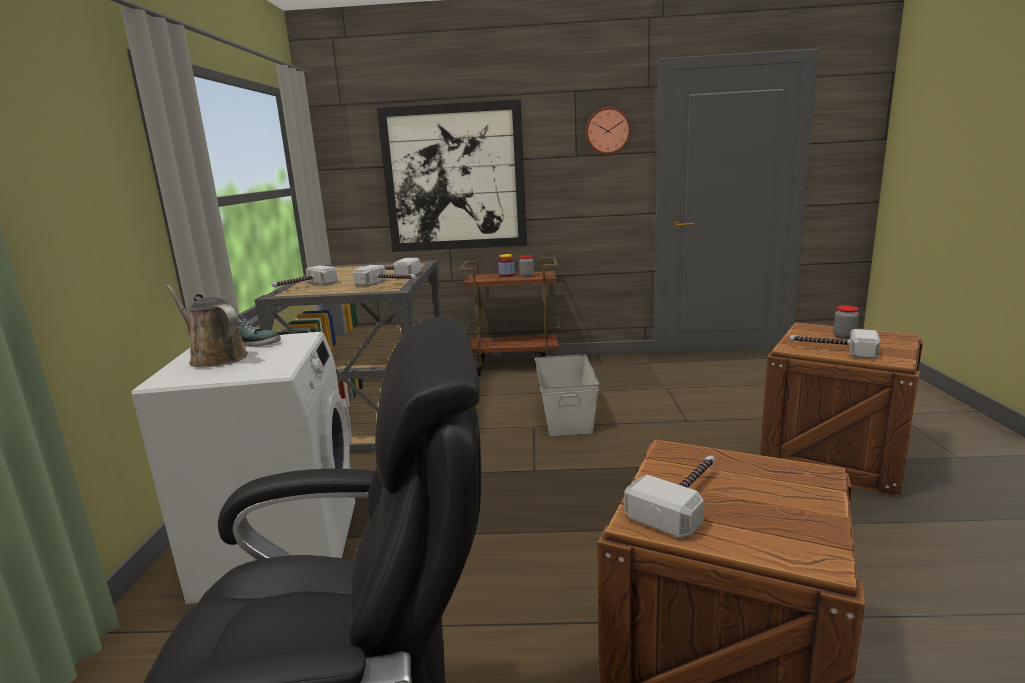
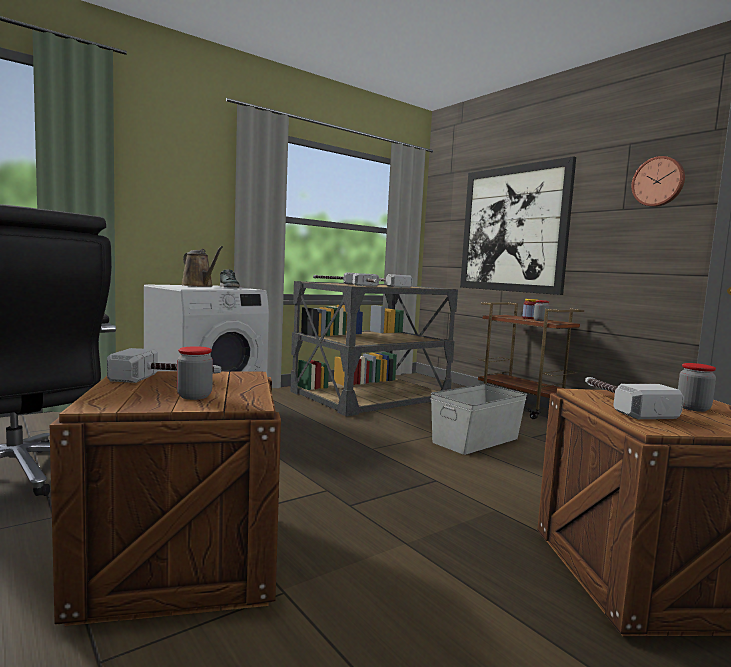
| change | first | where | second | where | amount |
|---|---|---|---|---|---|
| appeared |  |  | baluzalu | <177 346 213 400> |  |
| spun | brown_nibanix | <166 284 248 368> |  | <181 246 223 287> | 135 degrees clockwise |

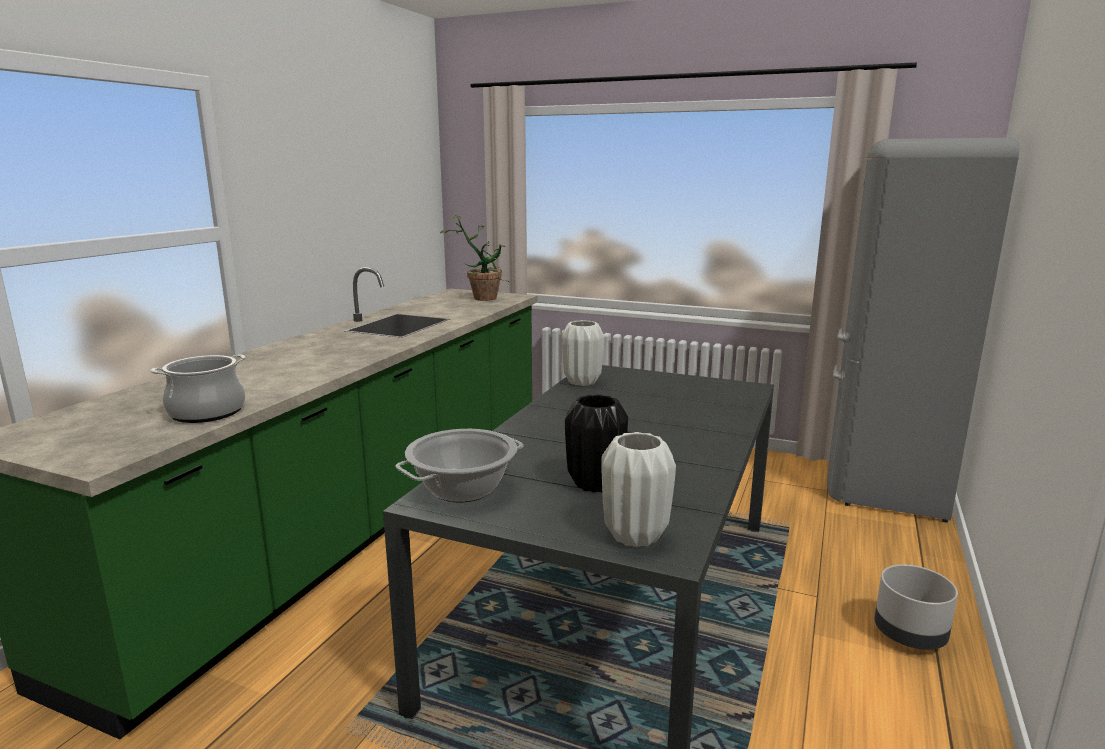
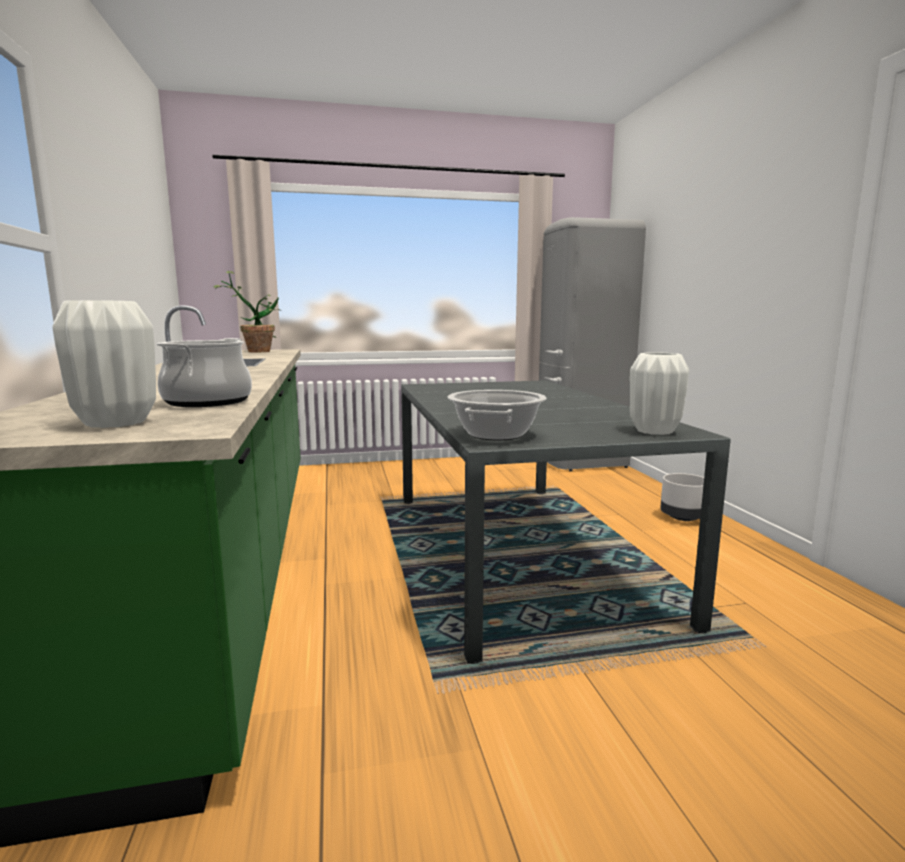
| change | first | where | second | where | amount |
|---|---|---|---|---|---|
| missing | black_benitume | <565 394 628 493> |  |  |  |
| relocated | white_benitume | <562 320 604 386> |  | <52 300 156 428> |  |

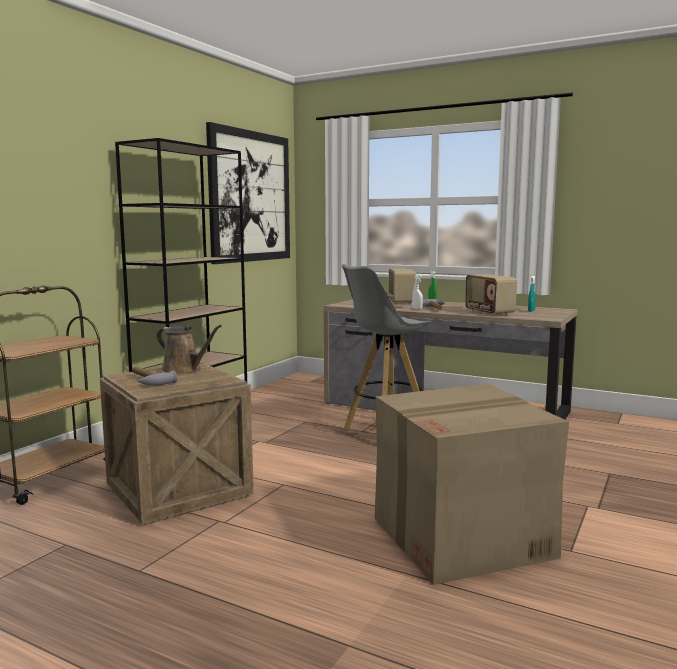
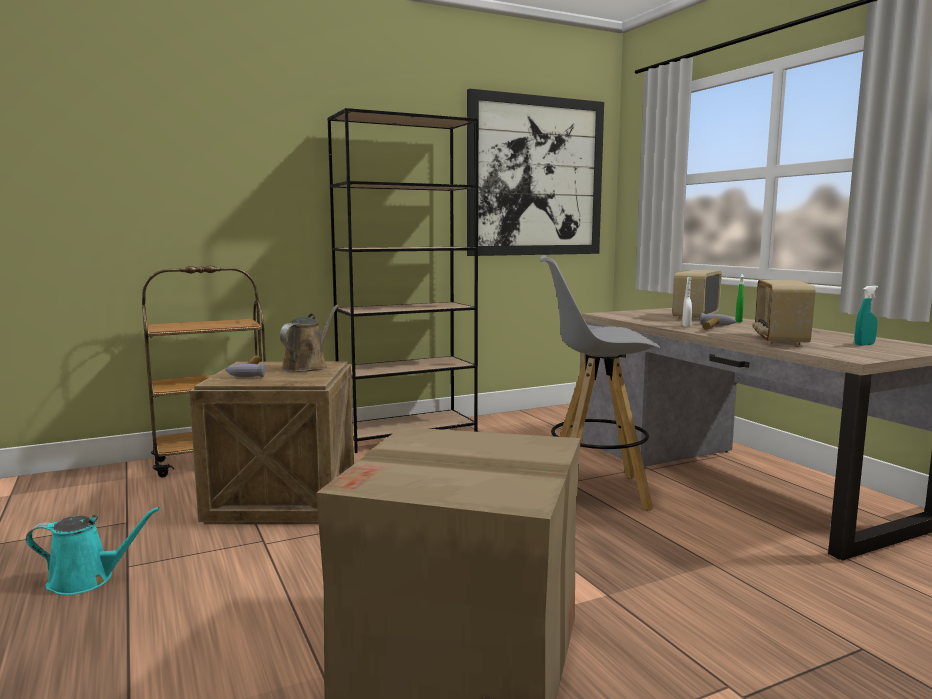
| change | first | where | second | where | amount |
|---|---|---|---|---|---|
| appeared |  |  | turquoise_nibanix | <26 507 160 595> |  |
| spun | brown_nibanix | <156 325 222 374> |  | <280 305 339 372> | 135 degrees counterclockwise |

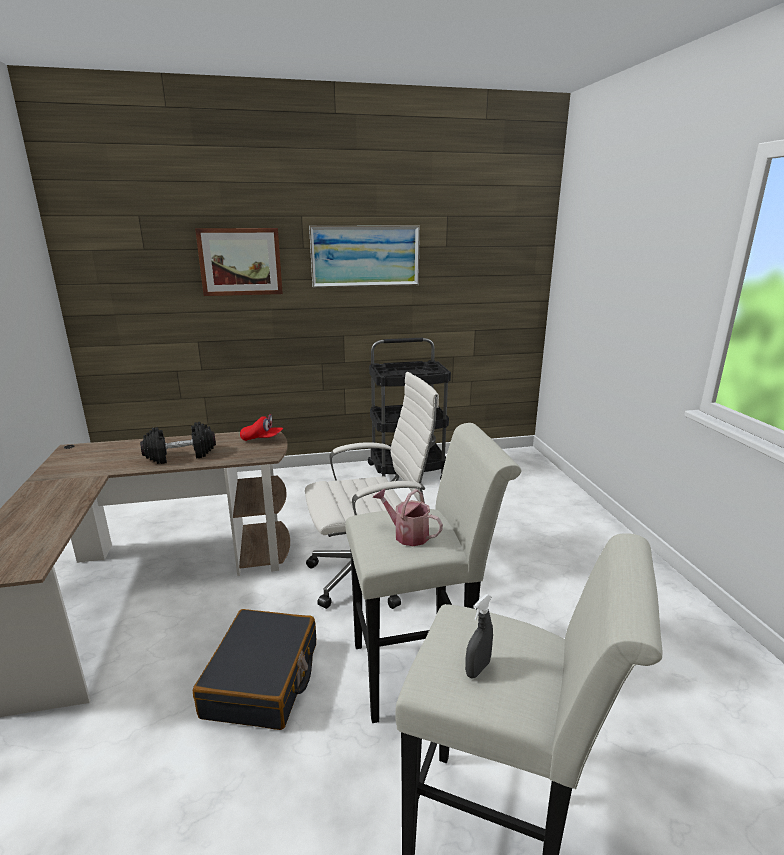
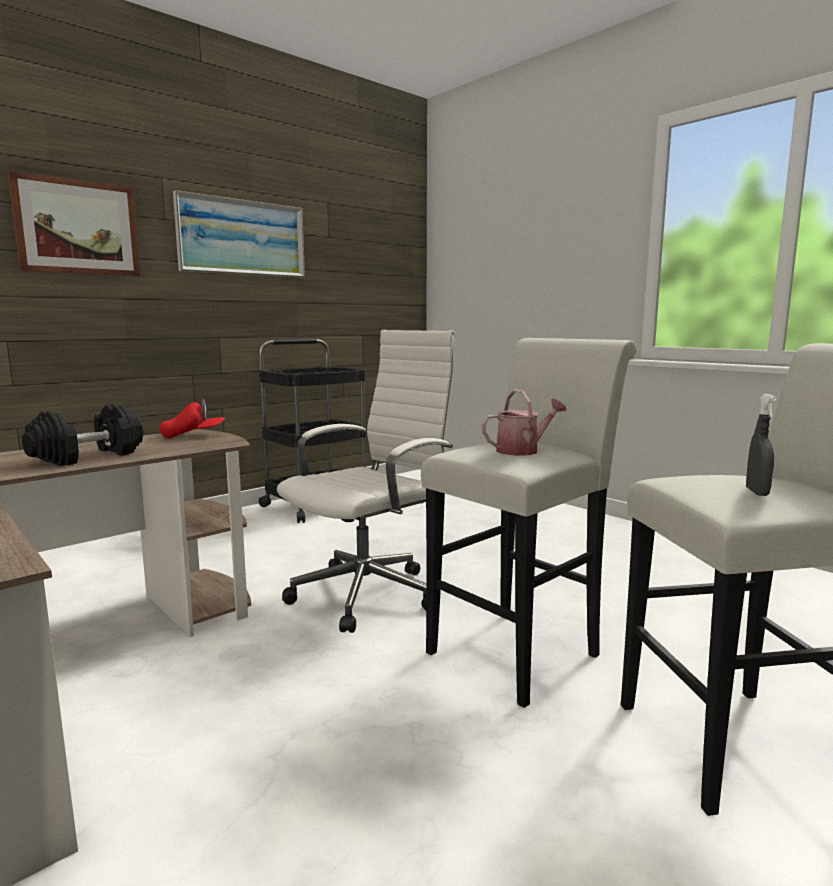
| change | first | where | second | where | amount |
|---|---|---|---|---|---|
| missing | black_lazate | <193 609 316 730> |  |  |  |
| spun | nibanix | <372 489 443 546> |  | <482 390 567 456> | 150 degrees clockwise |

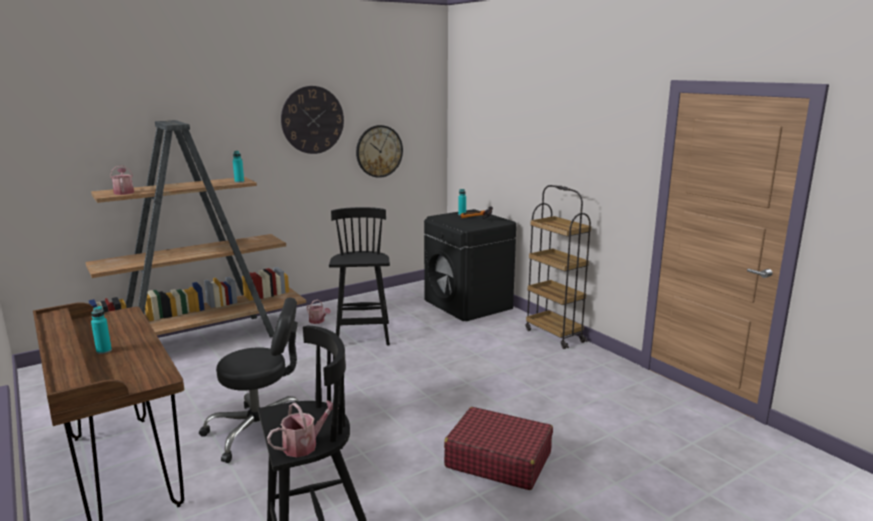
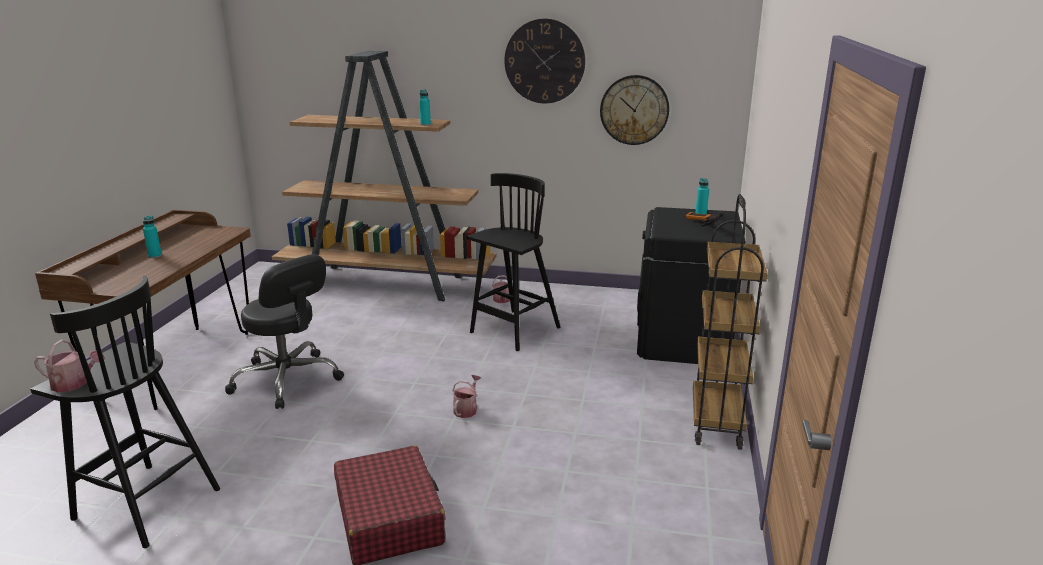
| change | first | where | second | where | amount |
|---|---|---|---|---|---|
| relocated | nibanix | <110 166 134 195> |  | <452 375 481 418> |  |

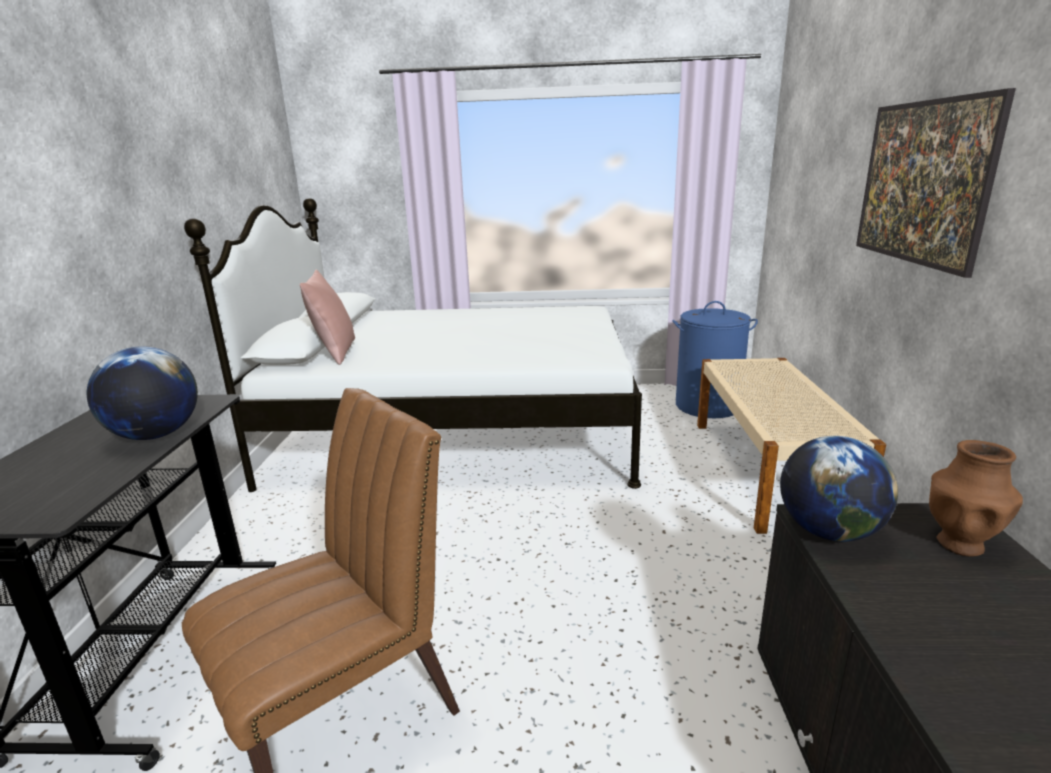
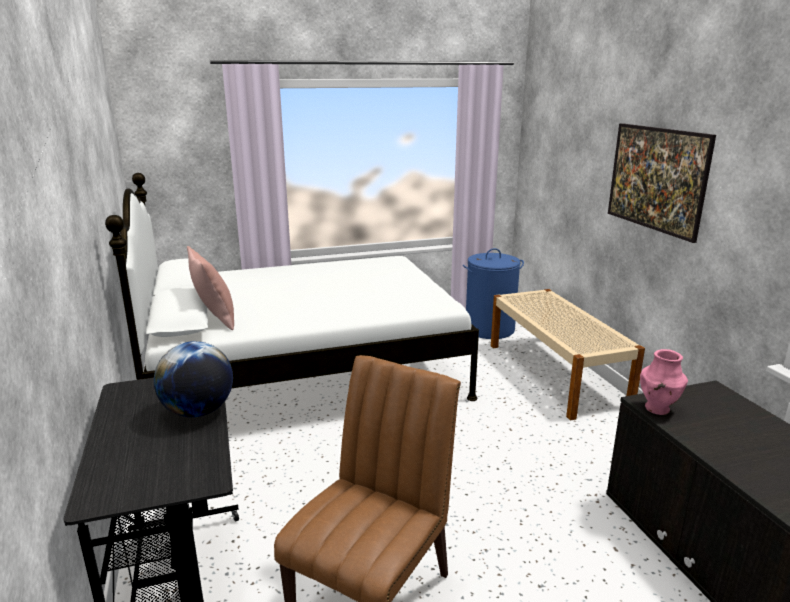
| change | first | where | second | where | amount |
|---|---|---|---|---|---|
| missing | brown_benitume | <929 440 1023 557> |  |  |  |
| exchanged | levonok | <780 436 898 542> | pink_benitume | <640 349 688 415> |  |

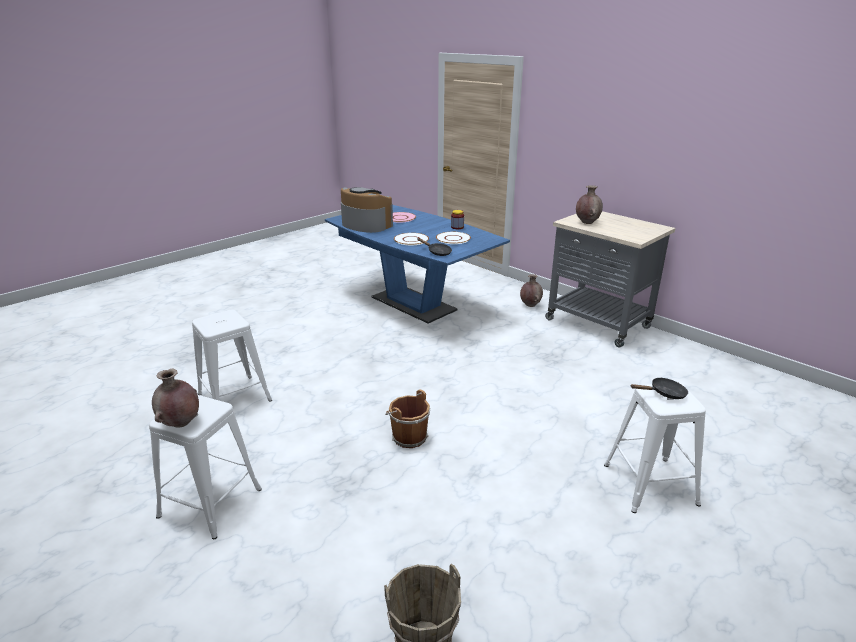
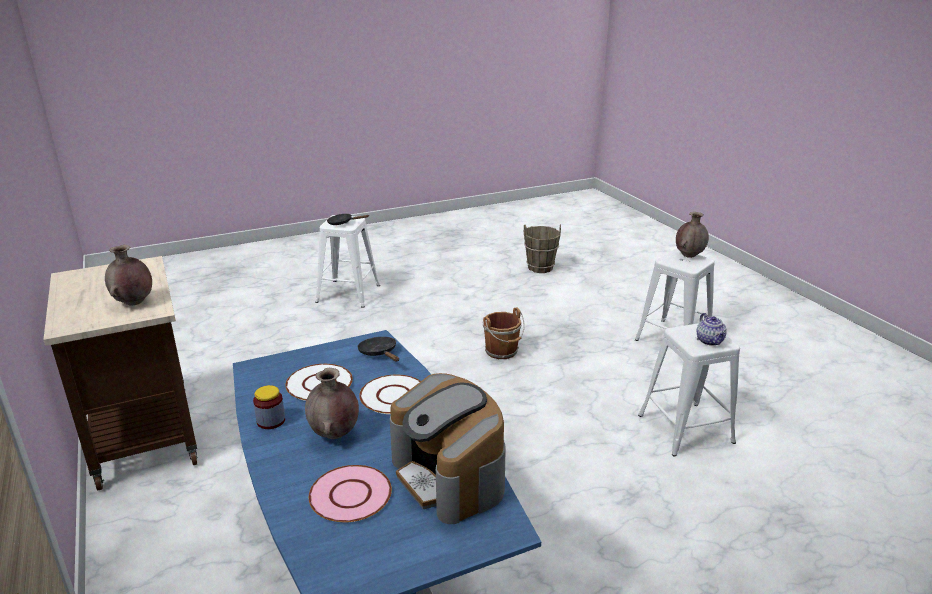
| change | first | where | second | where | amount |
|---|---|---|---|---|---|
| appeared |  |  | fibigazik | <696 313 727 346> |  |
| relocated | brown_benitume | <520 274 543 307> |  | <305 368 359 439> |  |
| colour | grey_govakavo | <545 211 675 347> | brown_govakavo | <43 256 197 491> |  |

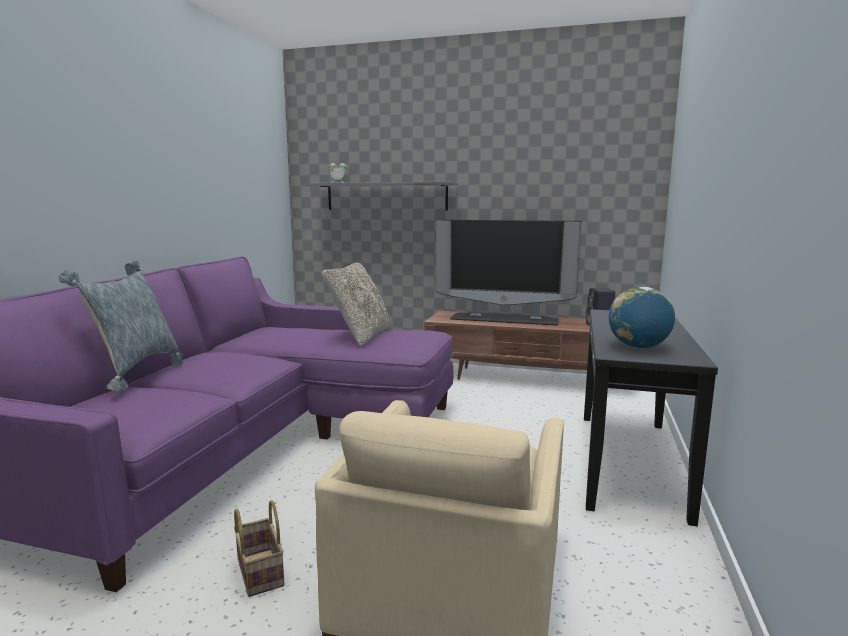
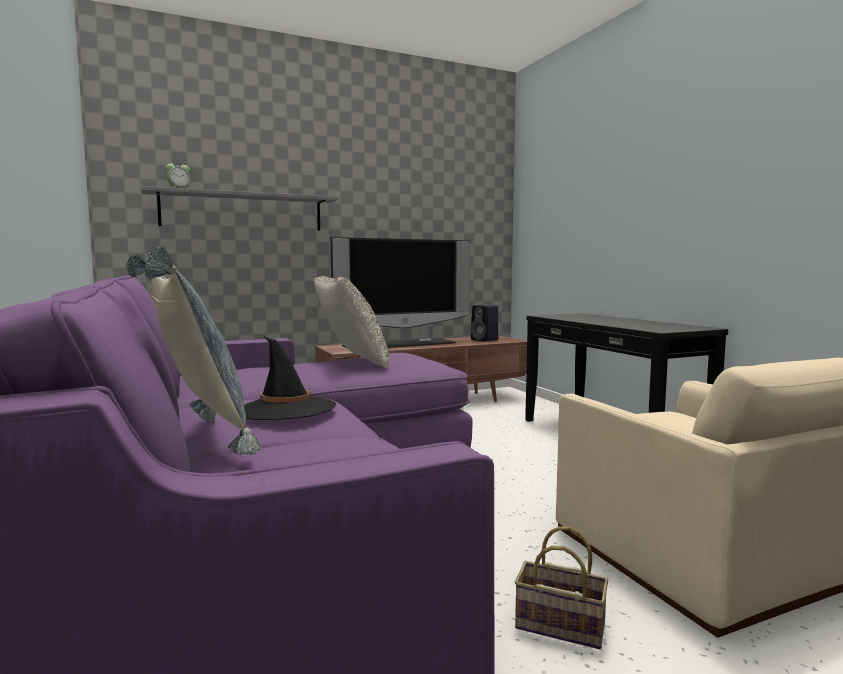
| change | first | where | second | where | amount |
|---|---|---|---|---|---|
| missing | levonok | <609 287 675 348> |  |  |  |
| appeared |  |  | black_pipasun | <244 336 336 420> |  |

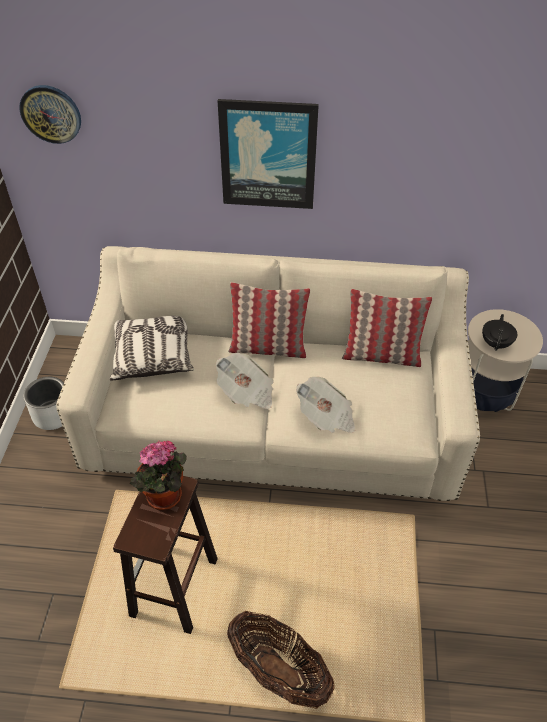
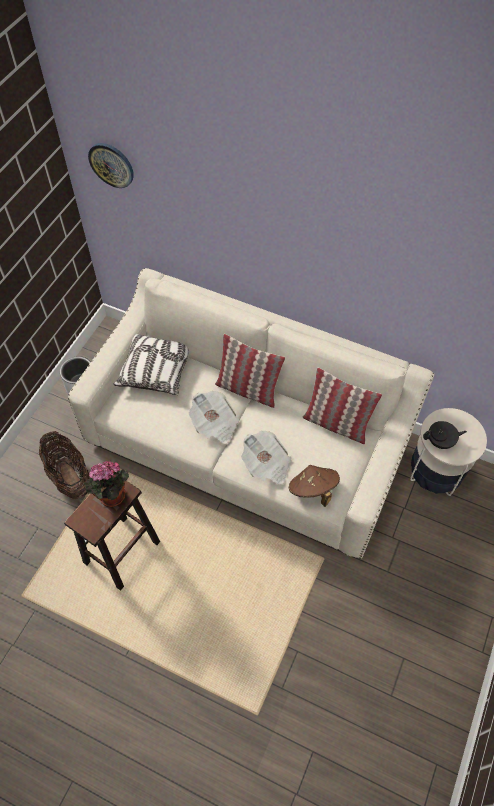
| change | first | where | second | where | amount |
|---|---|---|---|---|---|
| missing | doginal | <218 99 319 209> |  |  |  |
| appeared |  |  | brown_pipasun | <289 465 340 507> |  |
| relocated | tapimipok | <227 611 334 709> |  | <39 431 90 500> |  |
| spun | black_fibigazik | <482 314 517 351> |  | <423 421 467 449> | 45 degrees clockwise |

